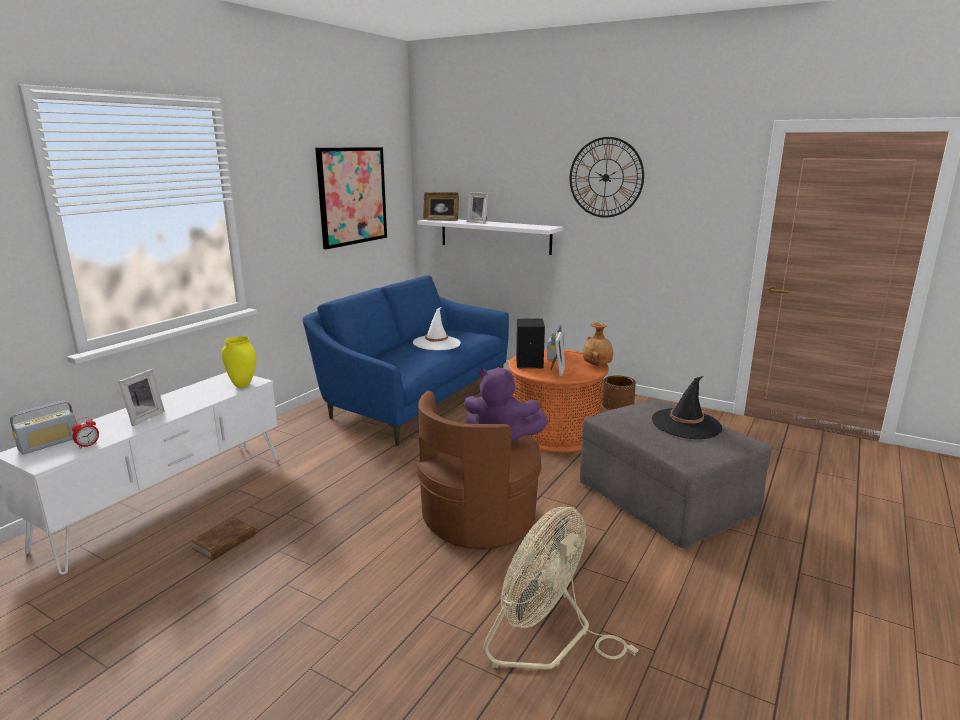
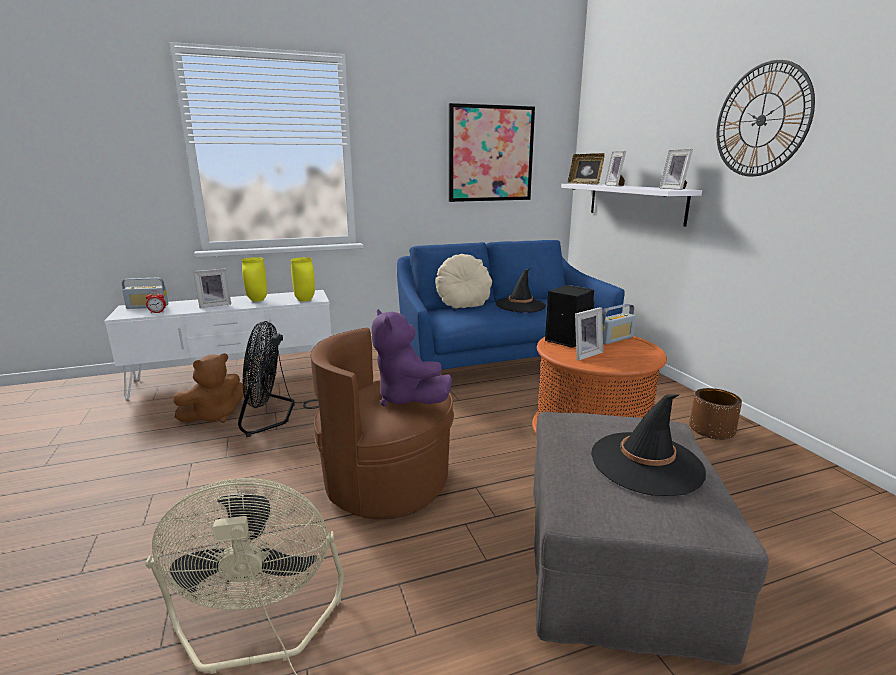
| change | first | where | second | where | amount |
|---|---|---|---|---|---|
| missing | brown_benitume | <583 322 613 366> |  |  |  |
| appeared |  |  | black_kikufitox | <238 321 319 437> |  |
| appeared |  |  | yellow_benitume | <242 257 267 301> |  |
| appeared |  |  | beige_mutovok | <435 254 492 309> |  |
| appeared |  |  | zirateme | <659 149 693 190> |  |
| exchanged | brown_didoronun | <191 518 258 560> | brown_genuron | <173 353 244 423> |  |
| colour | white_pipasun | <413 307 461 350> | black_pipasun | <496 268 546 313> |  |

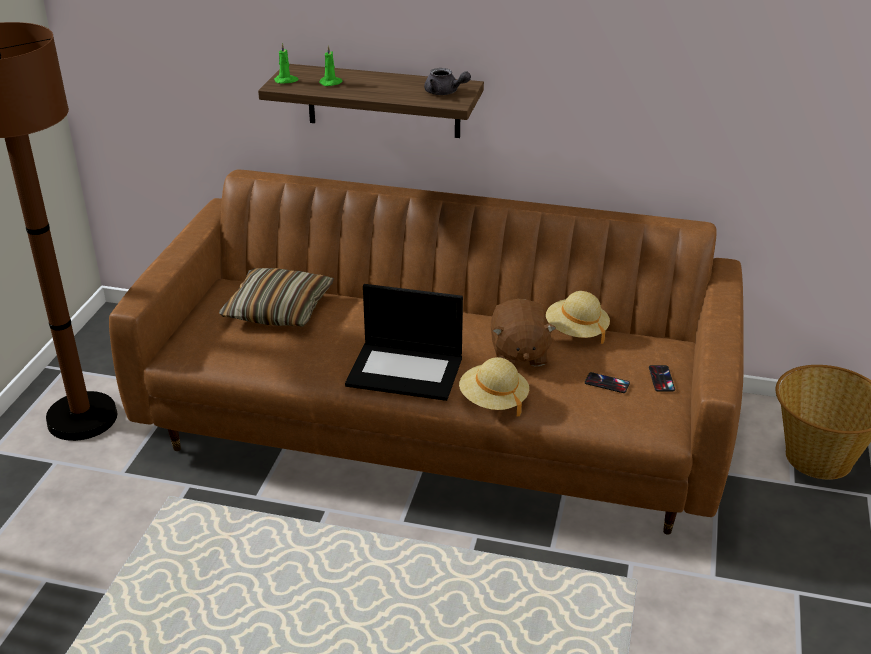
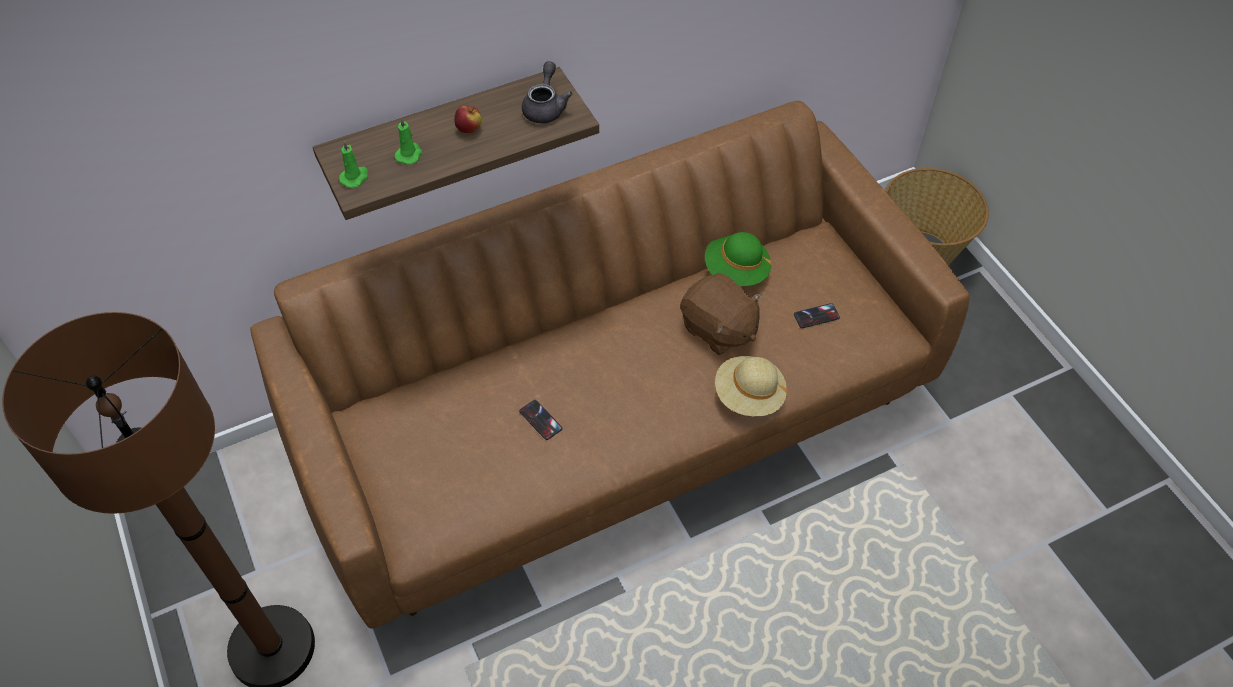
| change | first | where | second | where | amount |
|---|---|---|---|---|---|
| missing | mutovok | <219 268 334 327> |  |  |  |
| missing | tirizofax | <345 284 463 401> |  |  |  |
| appeared |  |  | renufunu | <454 105 482 133> |  |
| relocated | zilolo | <649 365 675 391> |  | <519 400 562 440> |  |
| colour | beige_pipasun | <546 291 610 344> | green_pipasun | <705 232 771 286> |  |
| spun | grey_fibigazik | <424 68 471 95> |  | <522 61 573 123> | 75 degrees counterclockwise |

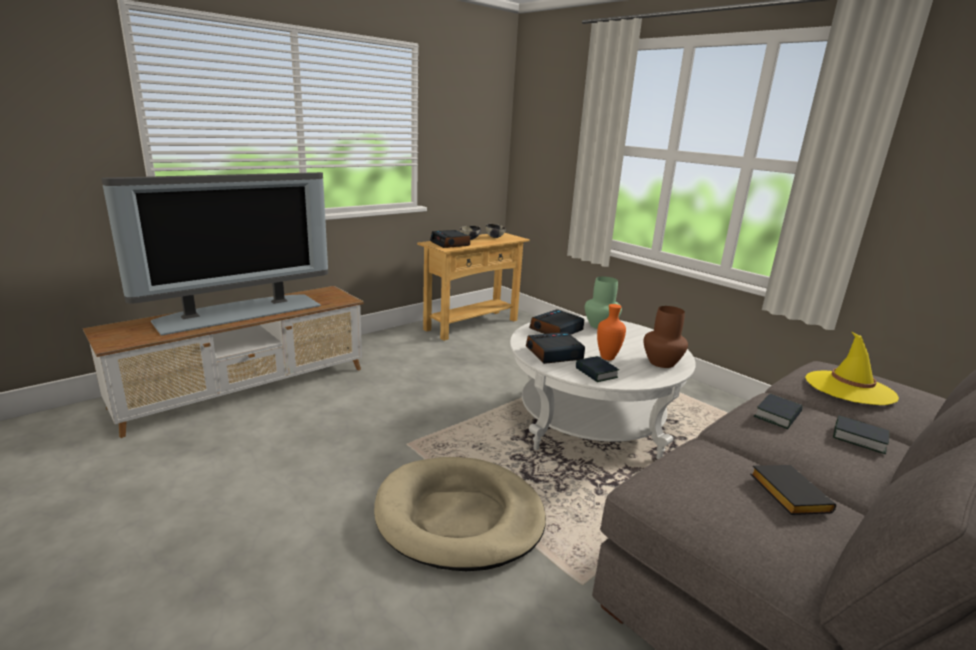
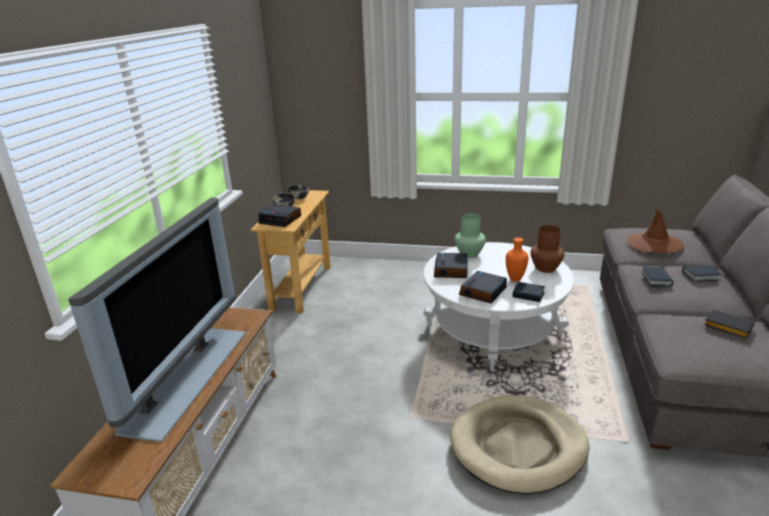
| change | first | where | second | where | amount |
|---|---|---|---|---|---|
| colour | yellow_pipasun | <805 331 899 405> | brown_pipasun | <627 209 684 253> |  |

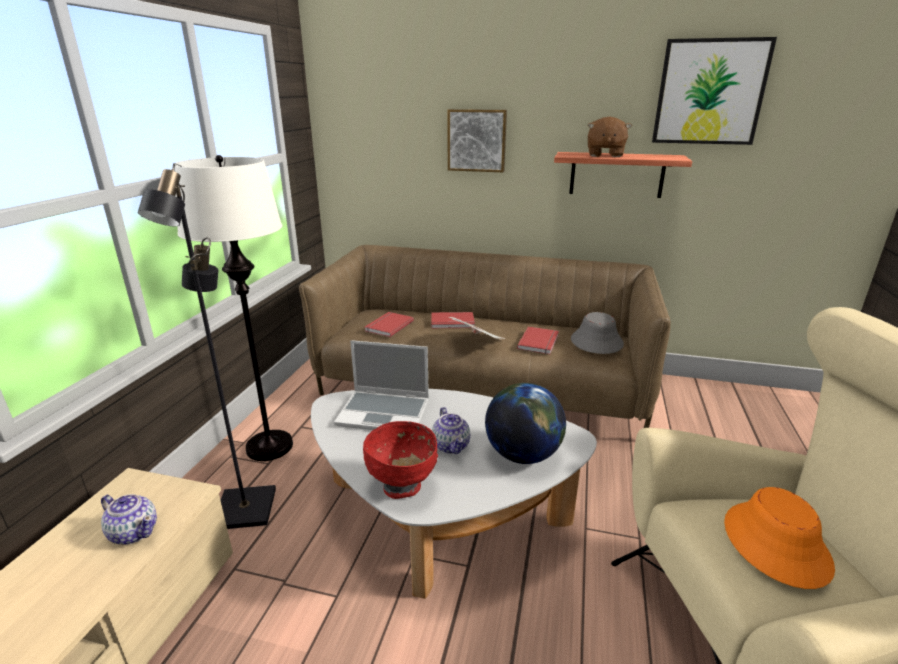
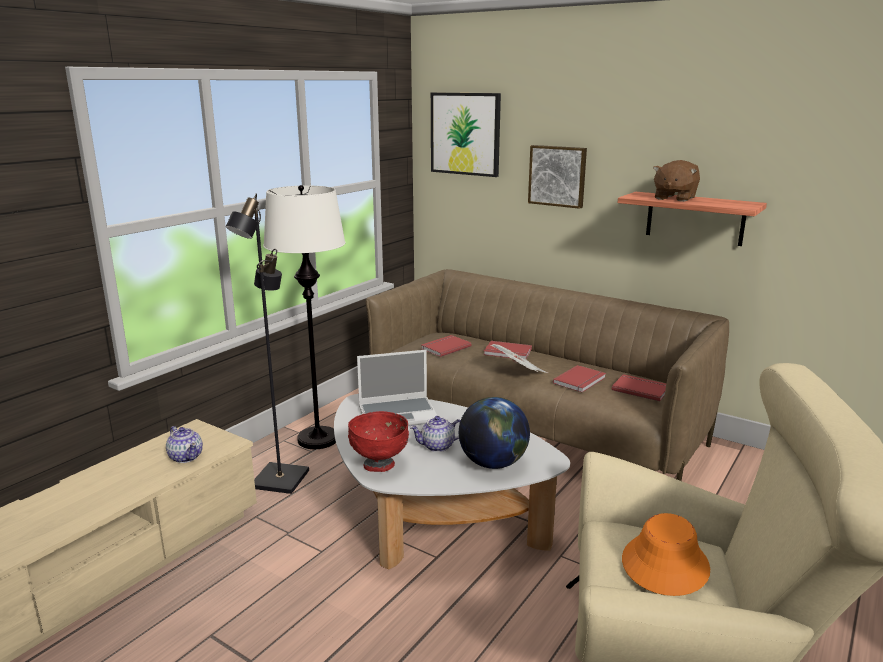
| change | first | where | second | where | amount |
|---|---|---|---|---|---|
| relocated | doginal | <652 37 777 145> |  | <431 92 501 177> |  |
| exchanged | grey_pipasun | <571 312 624 354> | red_didoronun | <612 374 666 401> |  |
| spun | tirizofax | <334 340 429 430> |  | <357 350 438 426> | 45 degrees counterclockwise |
| spun | fibigazik | <432 407 470 454> |  | <410 416 461 452> | 75 degrees clockwise |

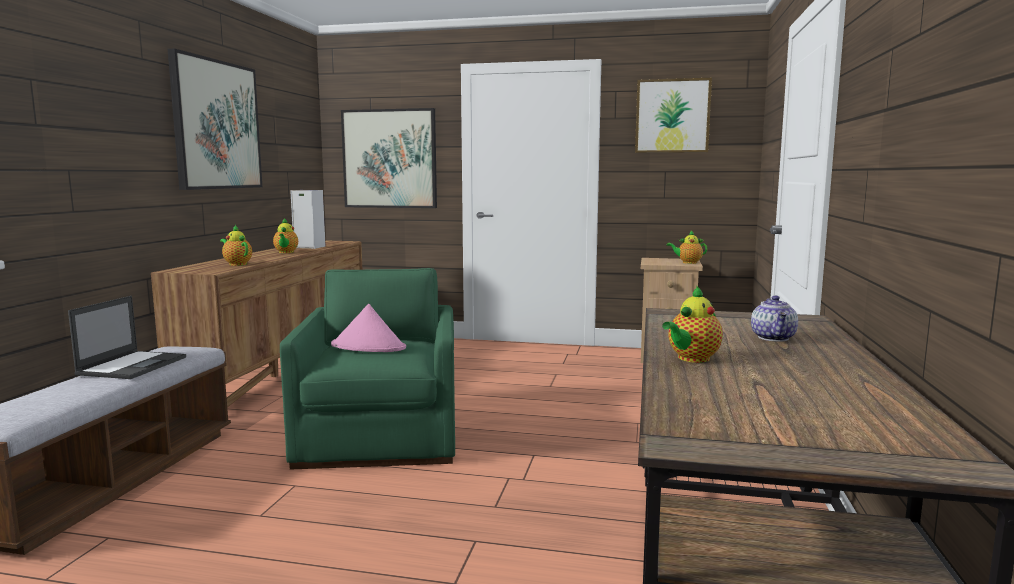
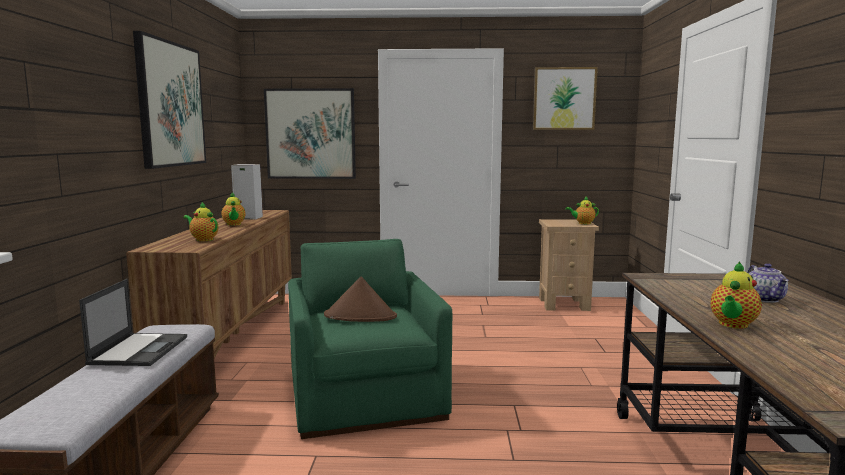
| change | first | where | second | where | amount |
|---|---|---|---|---|---|
| colour | pink_pipasun | <331 304 406 352> | brown_pipasun | <324 276 397 322> |  |

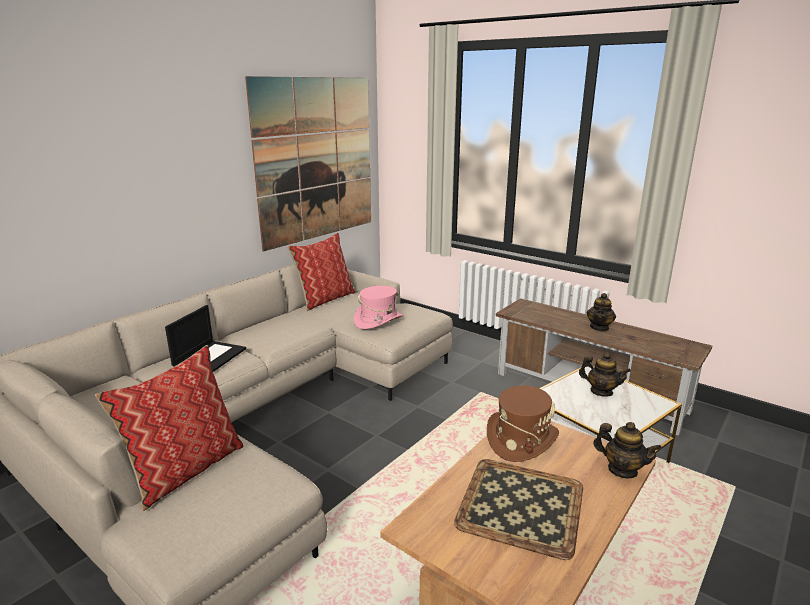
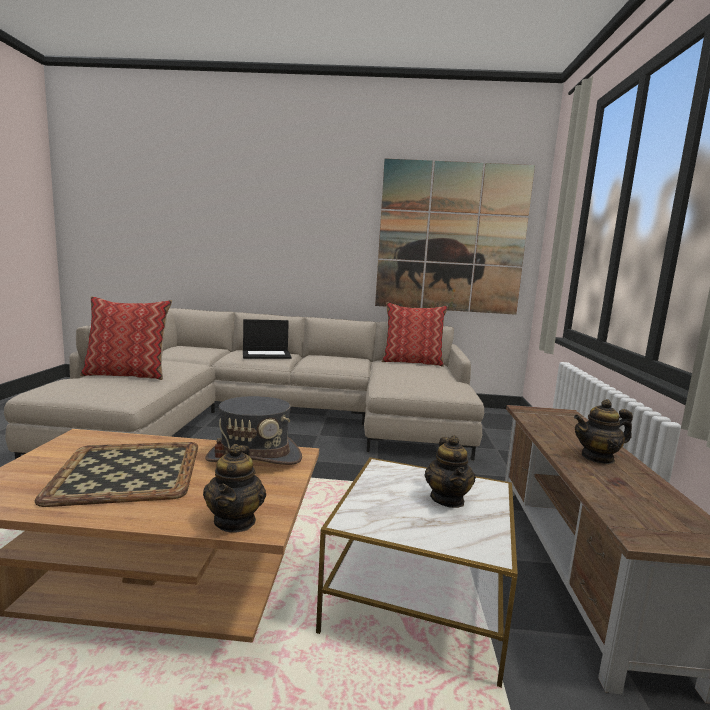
| change | first | where | second | where | amount |
|---|---|---|---|---|---|
| missing | pink_pipasun | <354 286 403 329> |  |  |  |
| colour | brown_pipasun | <487 385 559 462> | grey_pipasun | <205 396 302 465> |  |

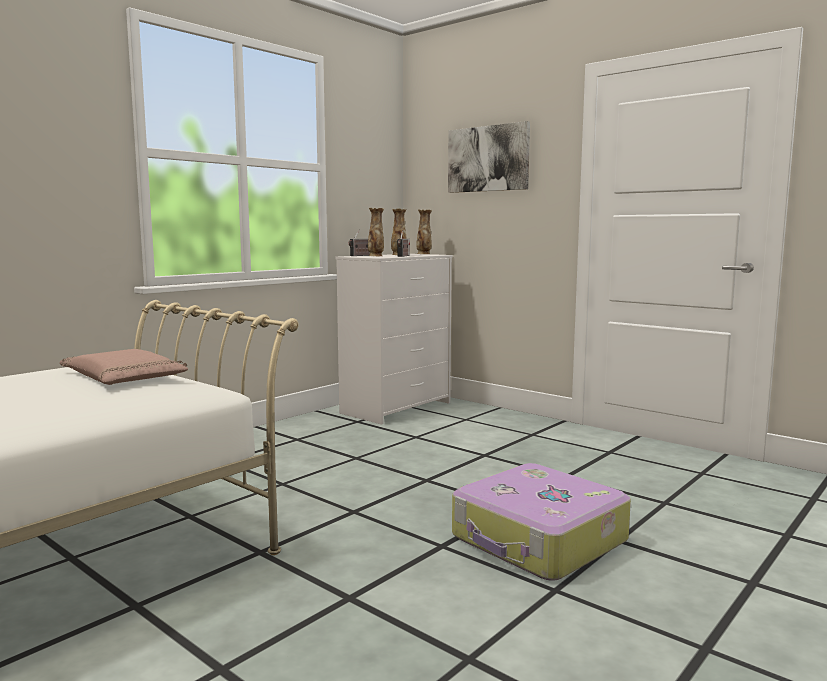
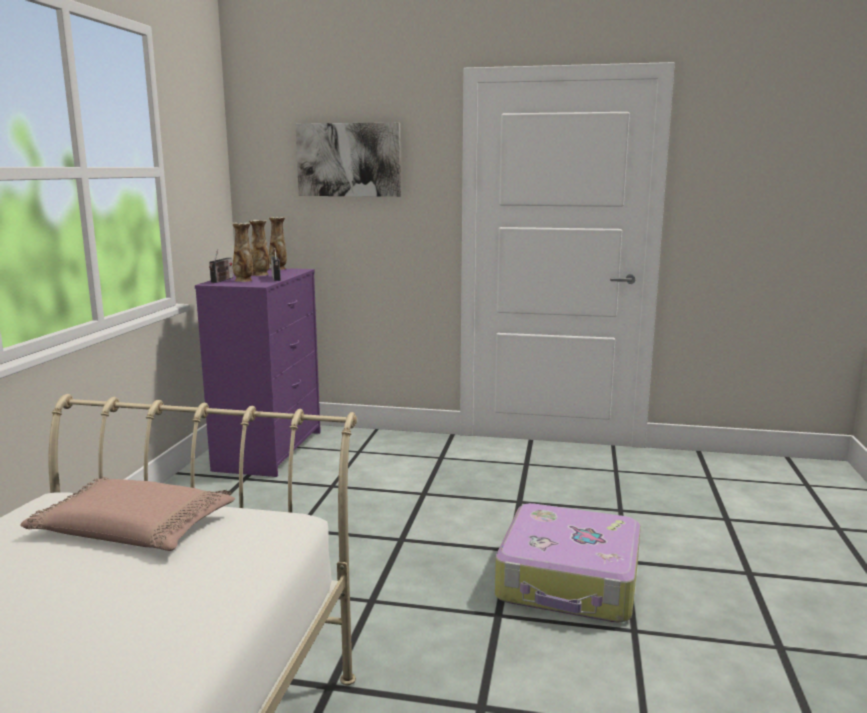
| change | first | where | second | where | amount |
|---|---|---|---|---|---|
| colour | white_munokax | <336 254 453 425> | purple_munokax | <195 268 321 477> |  |

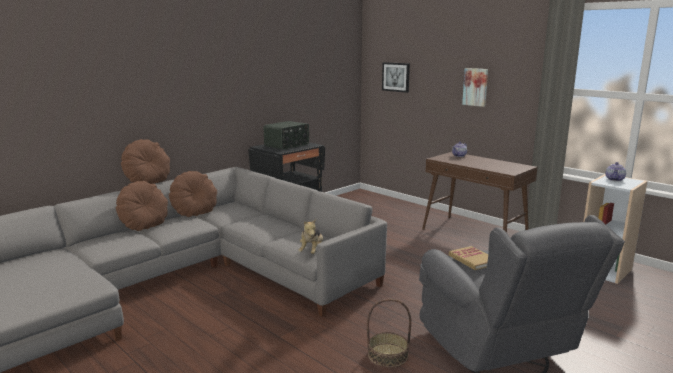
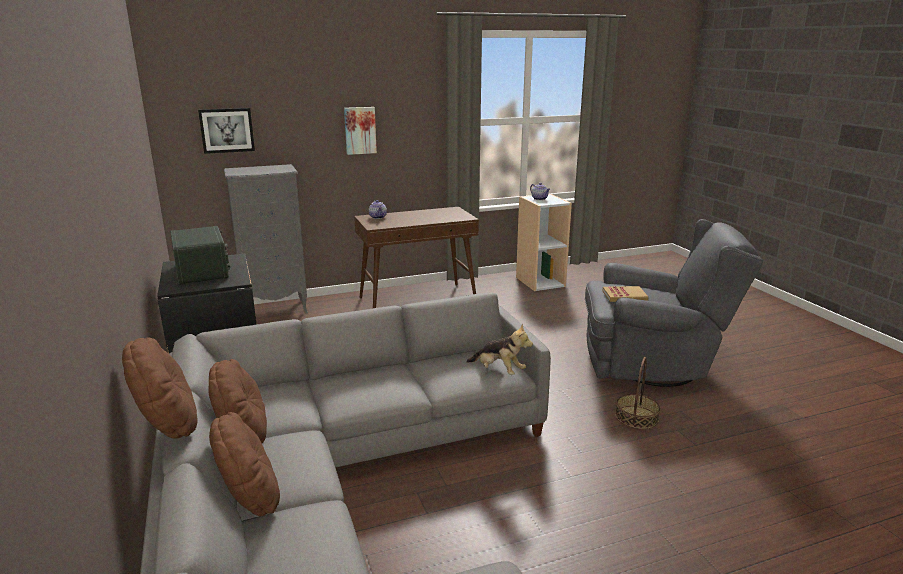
| change | first | where | second | where | amount |
|---|---|---|---|---|---|
| appeared |  |  | grey_munokax | <224 164 308 313> |  |

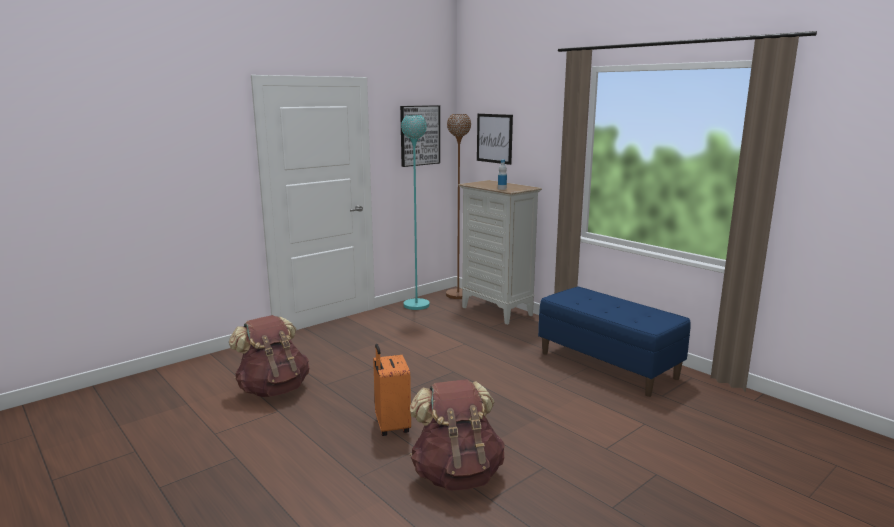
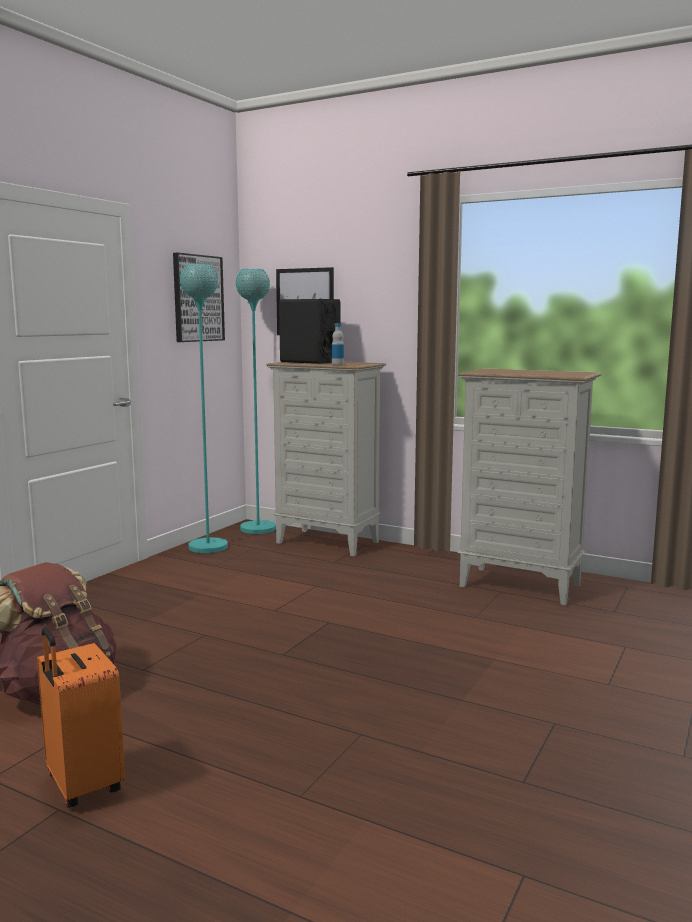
| change | first | where | second | where | amount |
|---|---|---|---|---|---|
| missing | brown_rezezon | <410 379 505 491> |  |  |  |
| appeared |  |  | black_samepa | <279 299 341 364> |  |
| relocated | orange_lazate | <373 344 411 436> |  | <37 627 125 808> |  |
| exchanged | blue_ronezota | <538 287 691 397> | white_munokax | <457 368 602 606> |  |
| colour | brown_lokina | <446 114 471 299> | turquoise_lokina | <236 268 276 534> |  |

